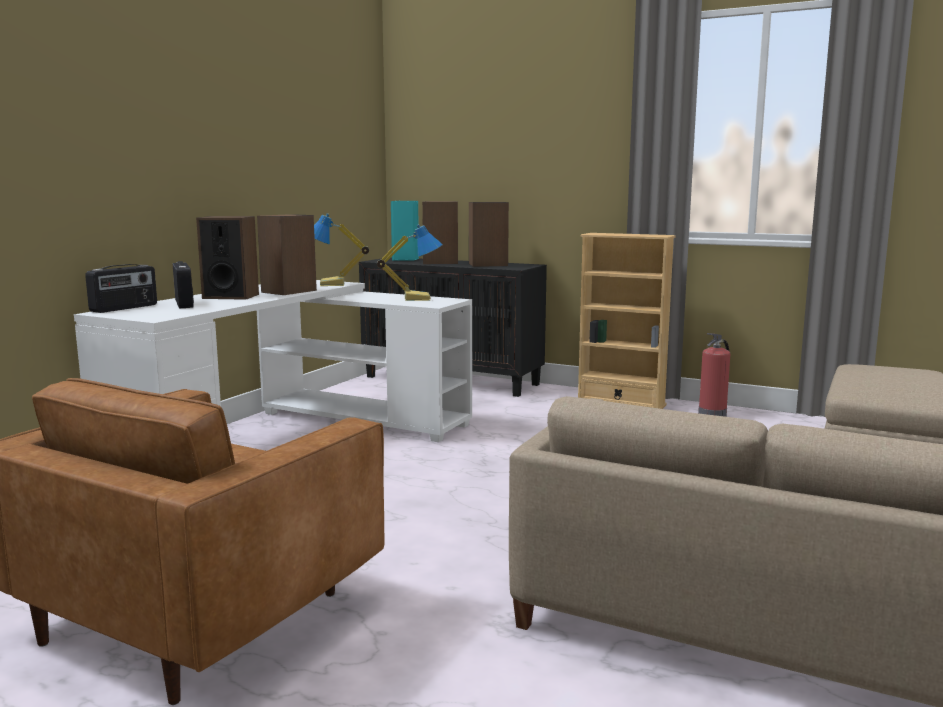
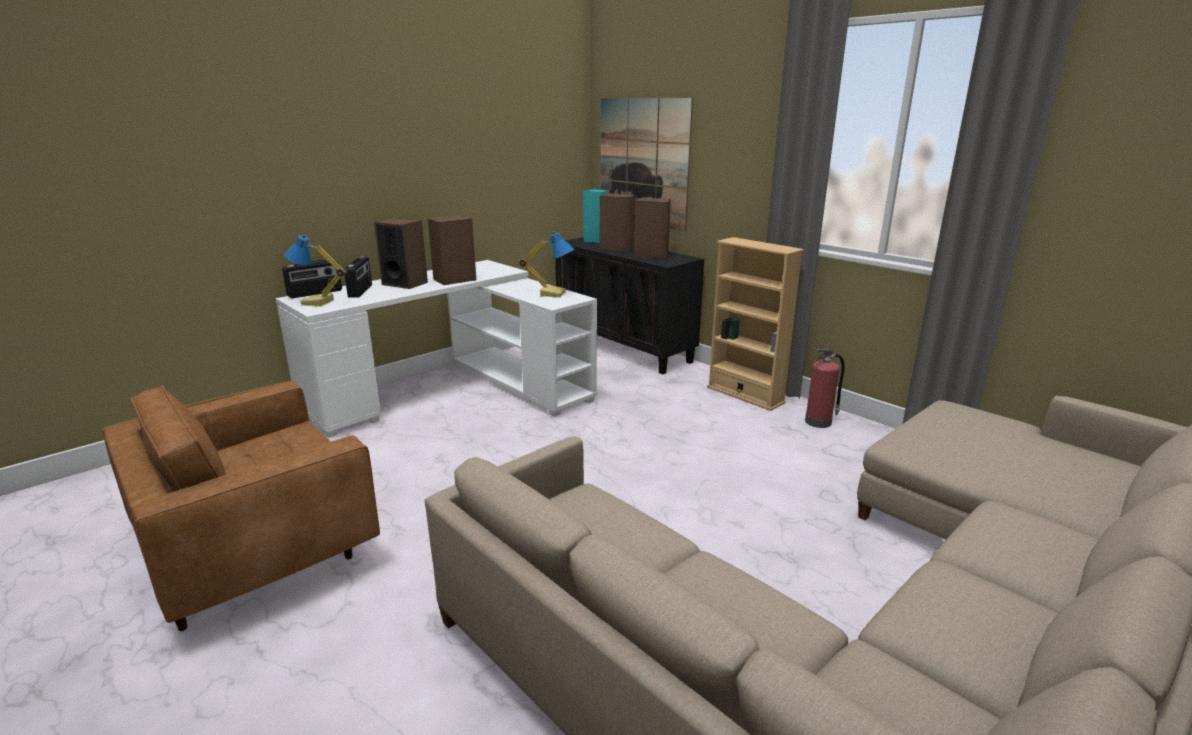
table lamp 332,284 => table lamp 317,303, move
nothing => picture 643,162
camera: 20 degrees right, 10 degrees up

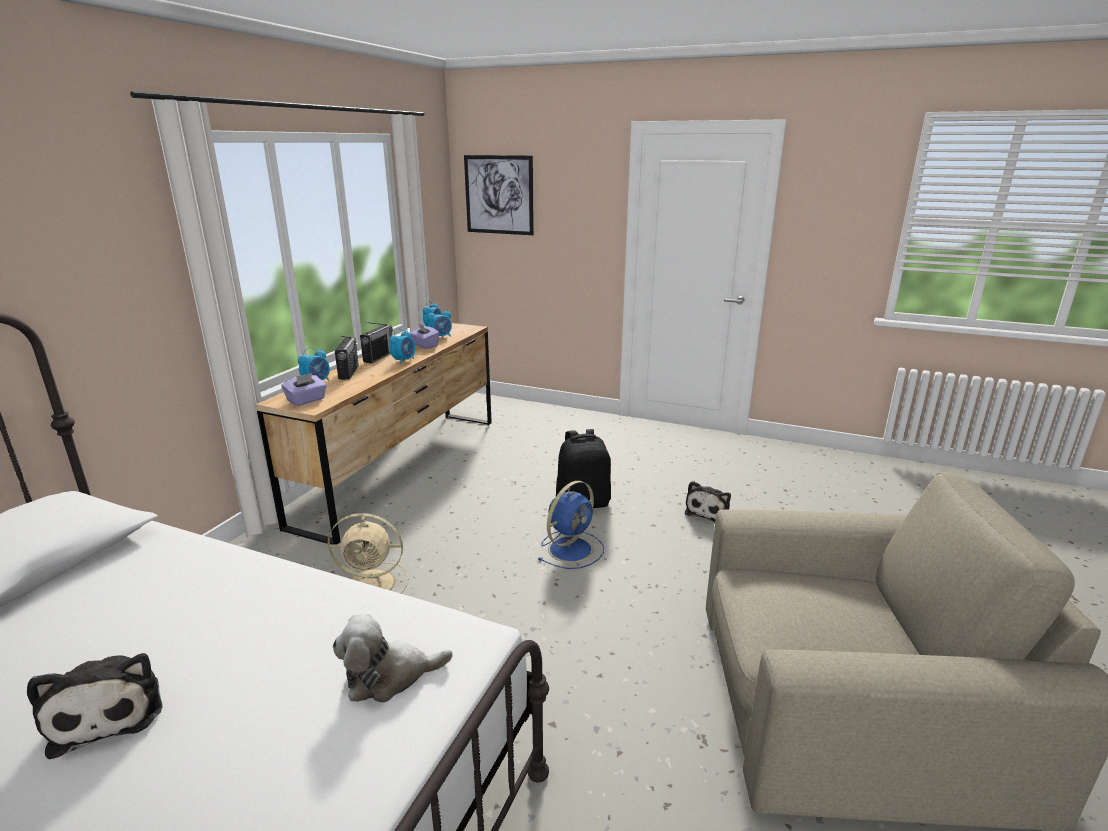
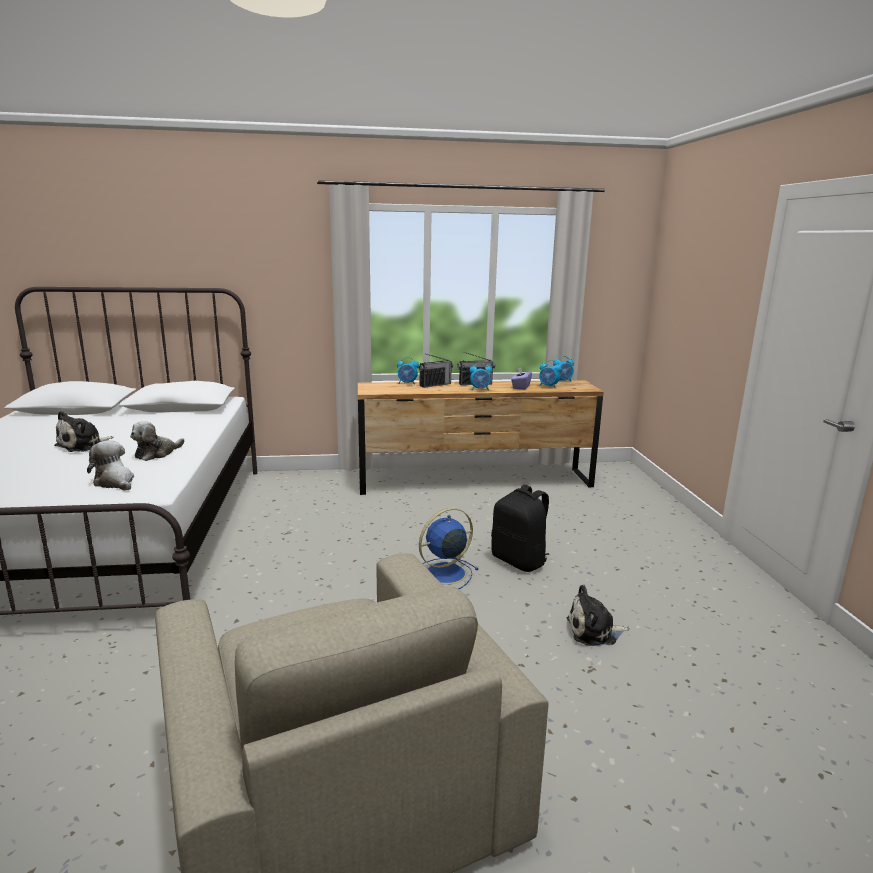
purple tissue box 306,400 => nothing
beige fan 373,584 => nothing
picture 499,195 => nothing
blue fan 571,548 => blue fan 443,574, 135 degrees clockwise
nothing => plush toy 157,453
camera: 60 degrees right, 5 degrees down

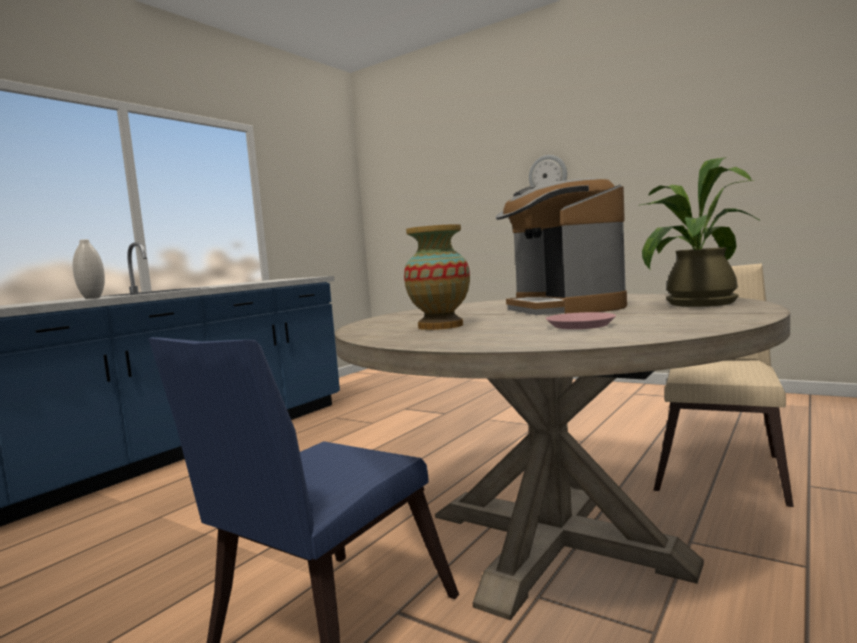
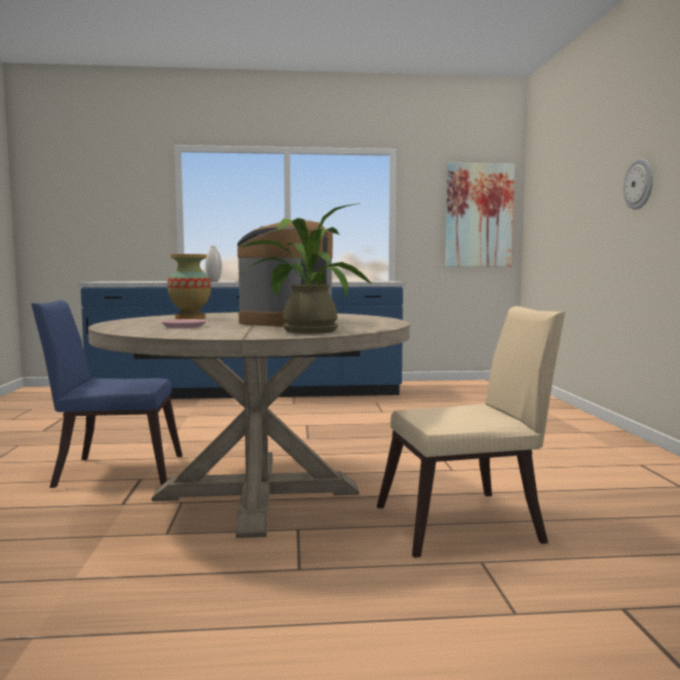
nothing => picture 479,215
camera: 50 degrees right, 0 degrees up

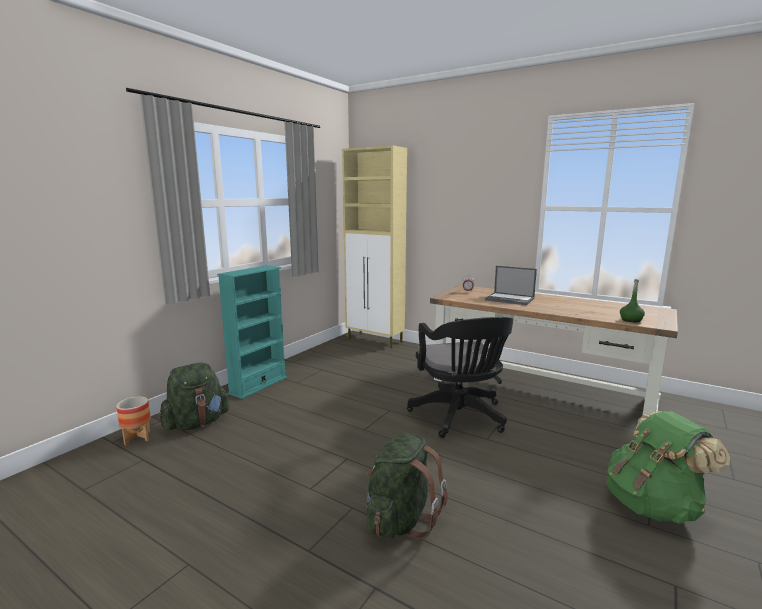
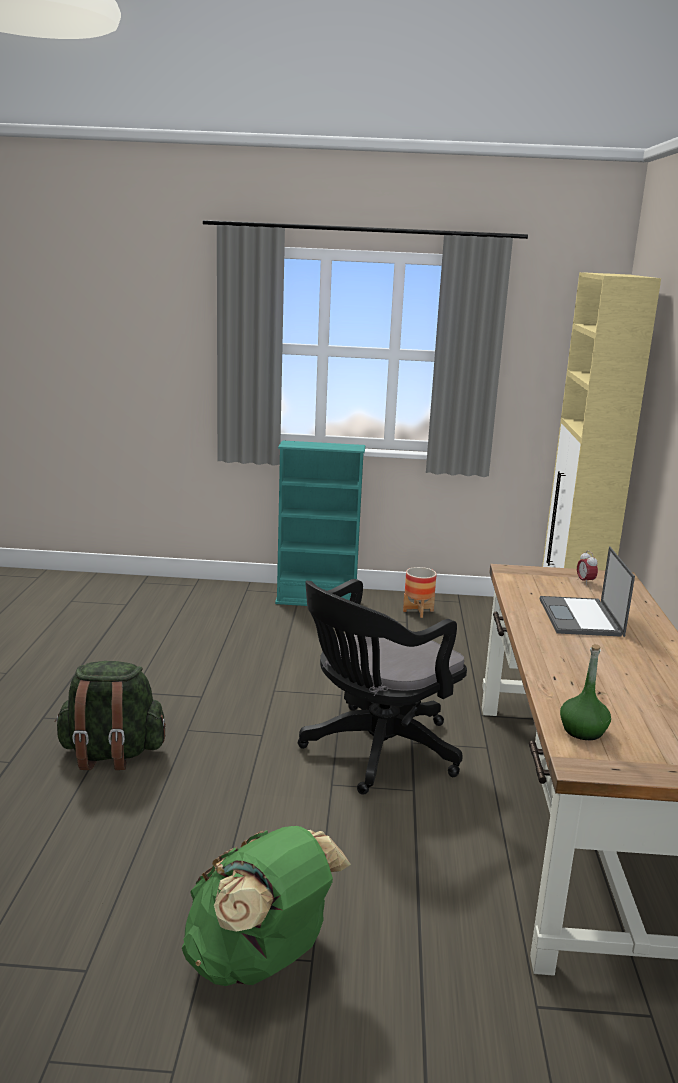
planter 137,437 => planter 418,611, move
green backpack 197,423 => nothing
camera: 60 degrees right, 5 degrees up

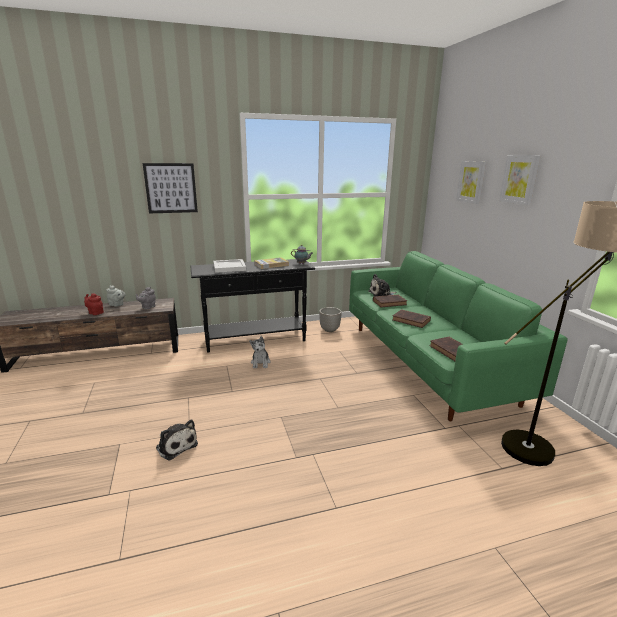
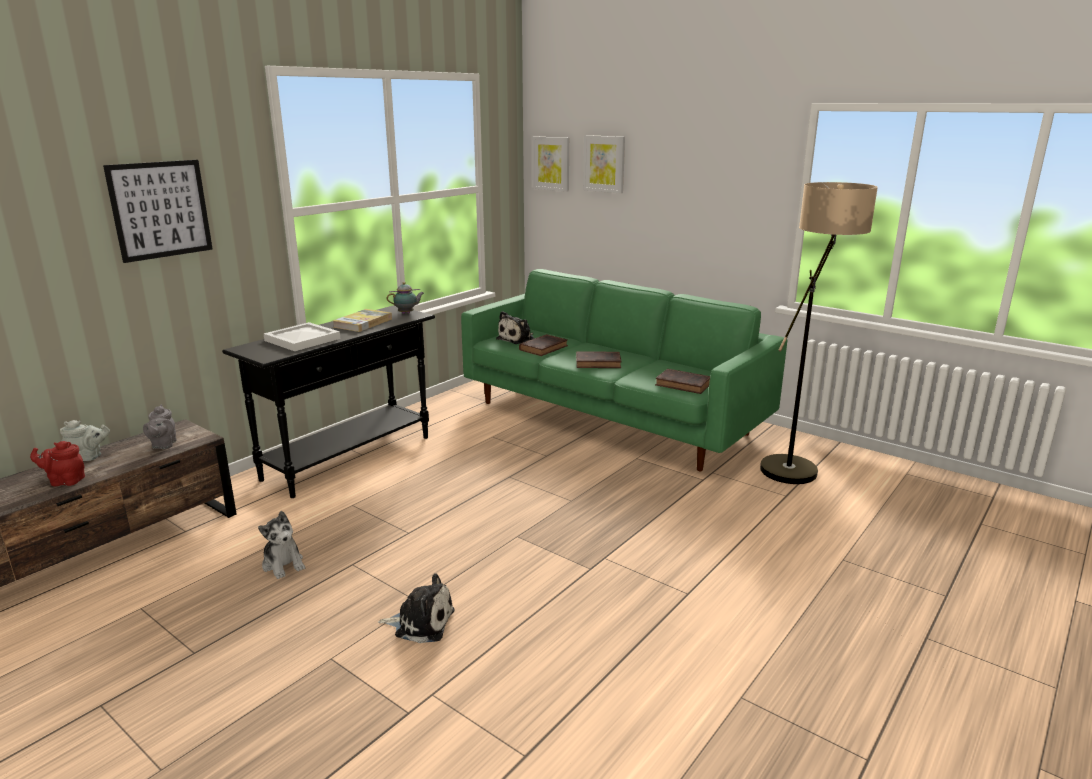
plush toy 260,363 => plush toy 283,564, move
planter 330,329 => nothing
picture 519,179 => picture 551,163, move
camera: 35 degrees left, 0 degrees up

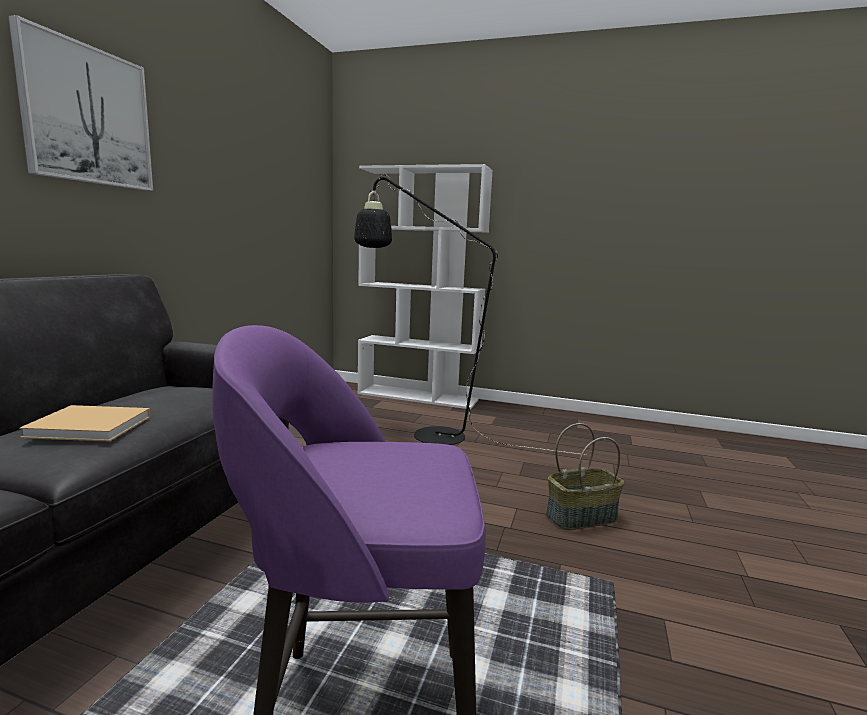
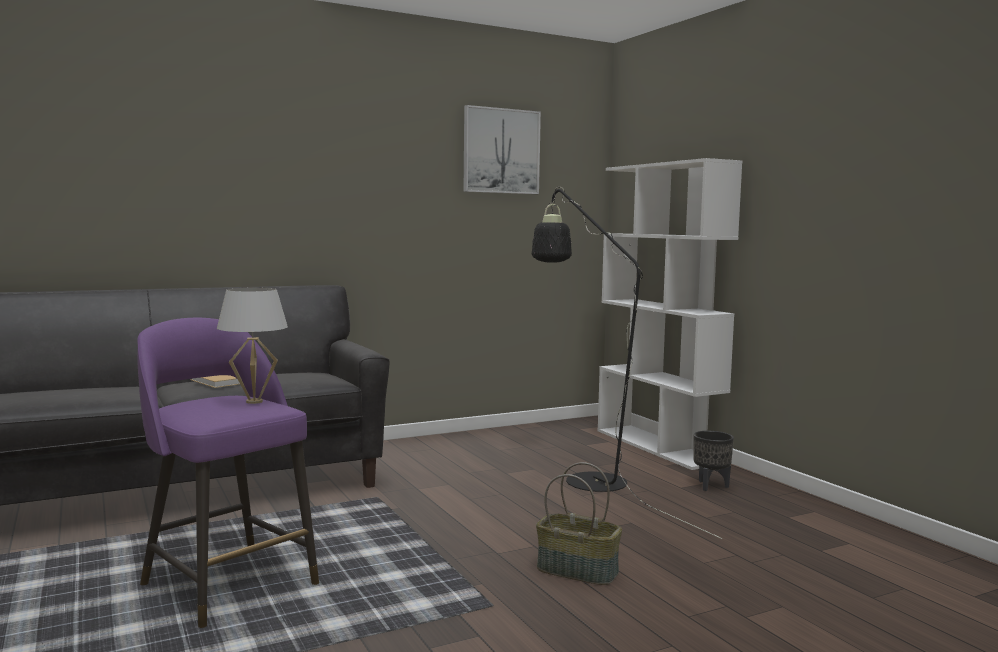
picture 87,116 => picture 501,151, move
nothing => white table lamp 254,402
nothing => black planter 711,486
camera: 45 degrees right, 5 degrees down

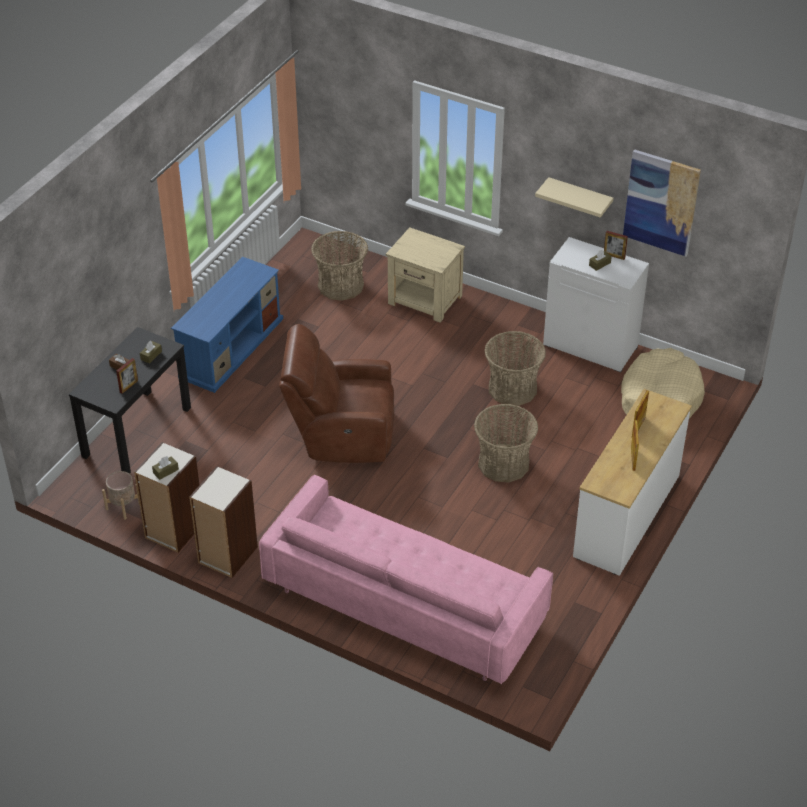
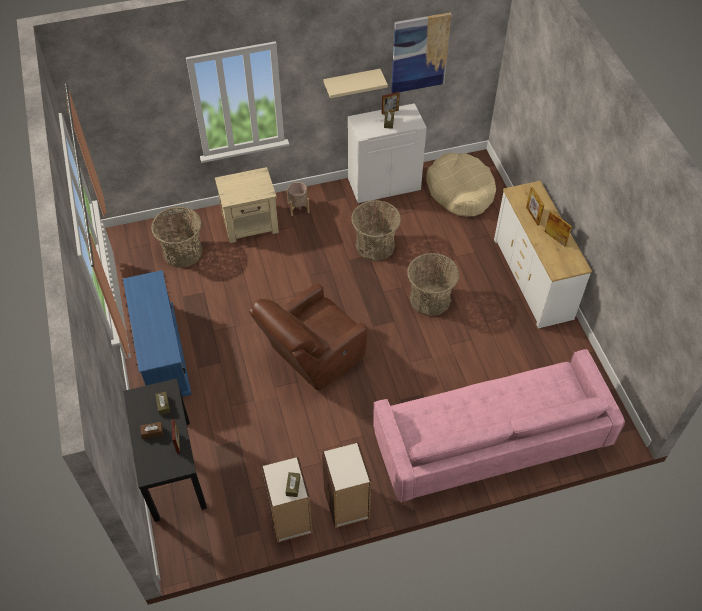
beige planter 123,506 => beige planter 298,208, move
camera: 45 degrees left, 10 degrees up

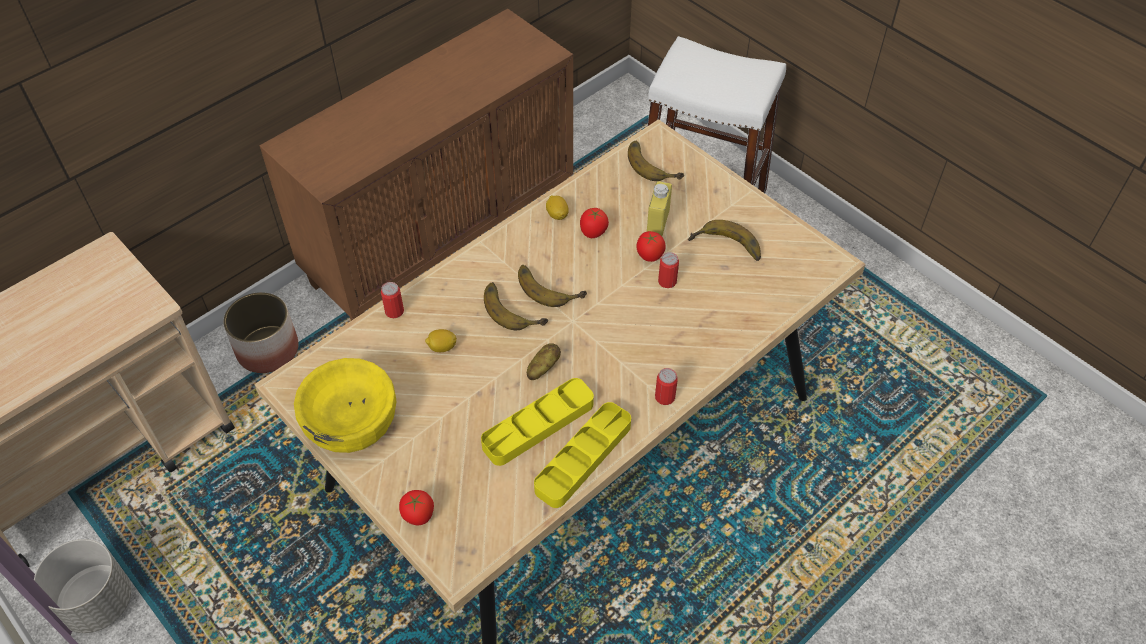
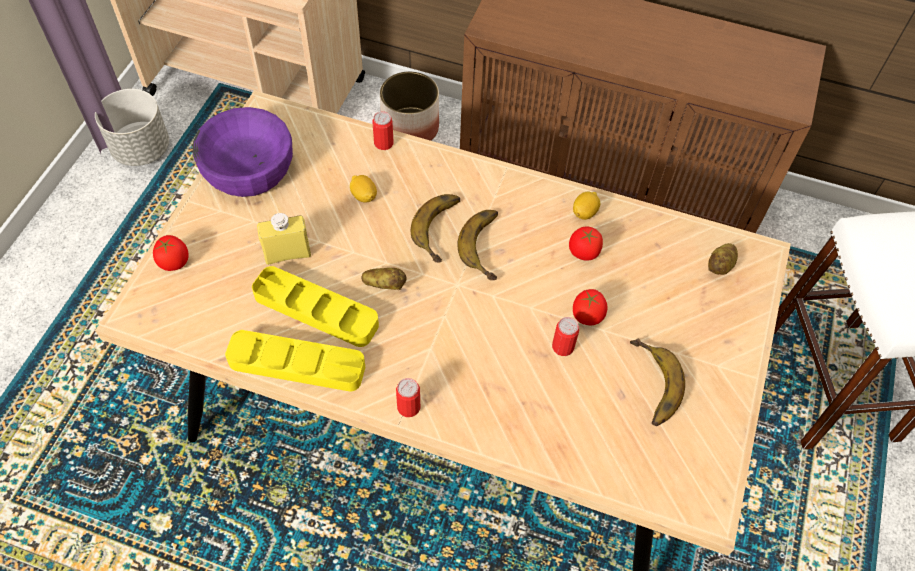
yellow bowl 351,421 => purple bowl 248,170
banana 654,163 => potato 720,266
yellow bottle 657,223 => yellow bottle 287,254, move
camera: 60 degrees right, 5 degrees up

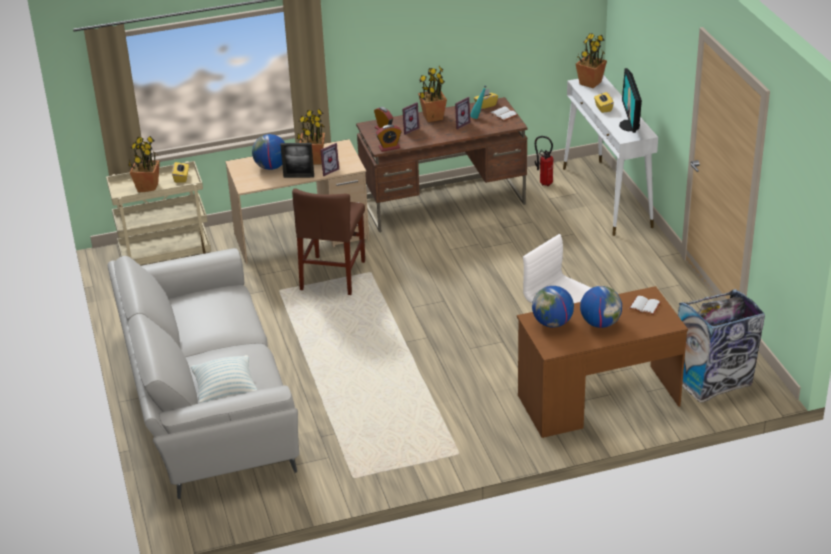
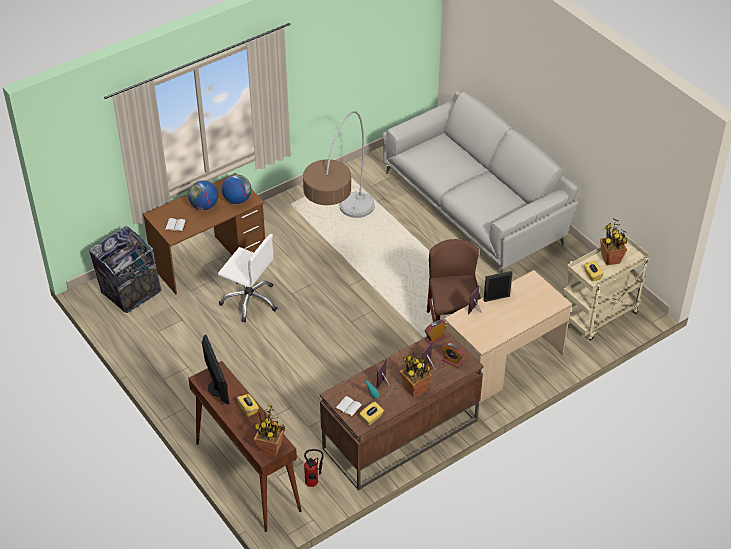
pillow 226,392 => nothing
globe 271,167 => nothing
potted plant 313,160 => nothing
white console table 607,197 => brown console table 247,476
nothing => floor lamp 341,238
camera: 160 degrees right, 10 degrees up

